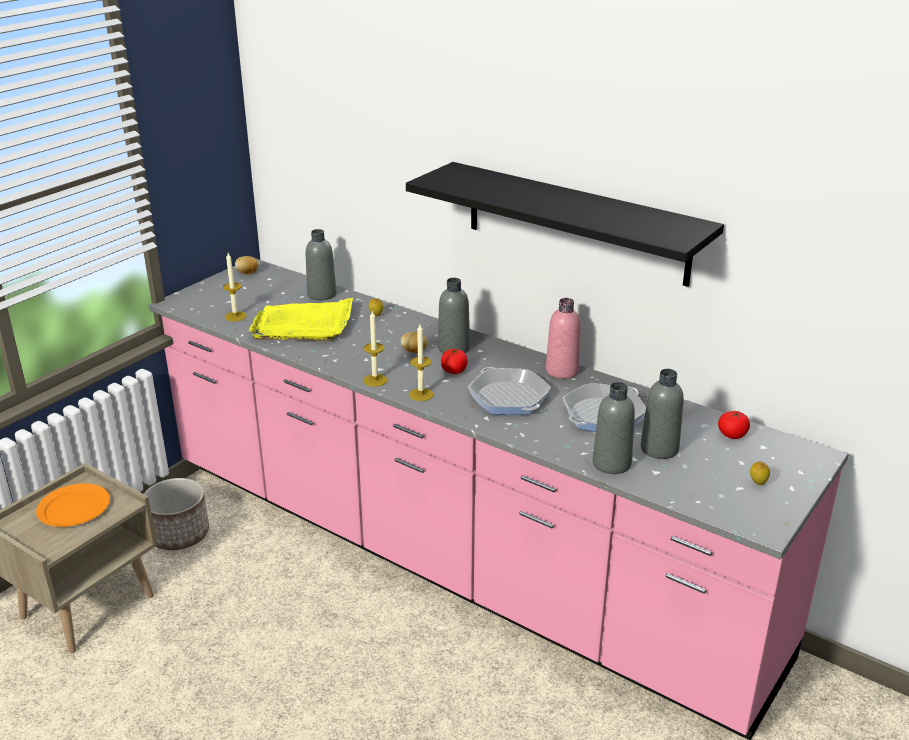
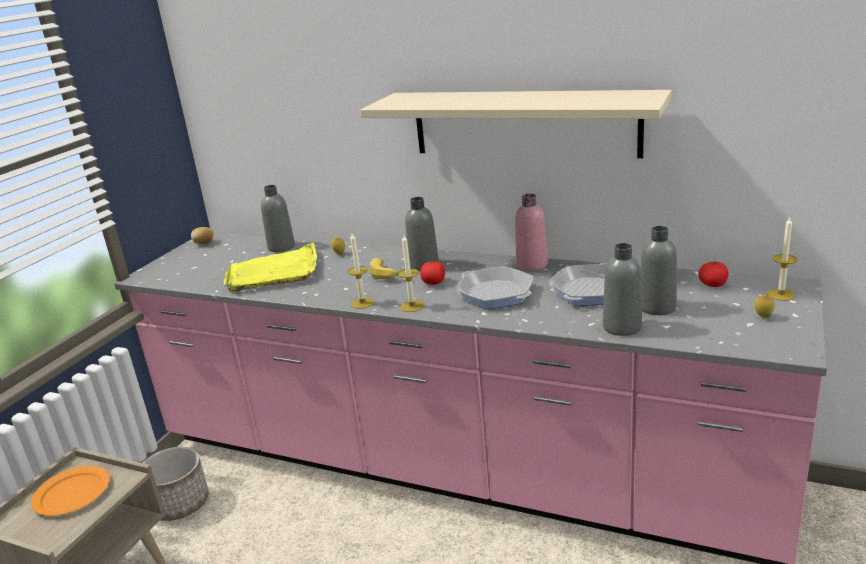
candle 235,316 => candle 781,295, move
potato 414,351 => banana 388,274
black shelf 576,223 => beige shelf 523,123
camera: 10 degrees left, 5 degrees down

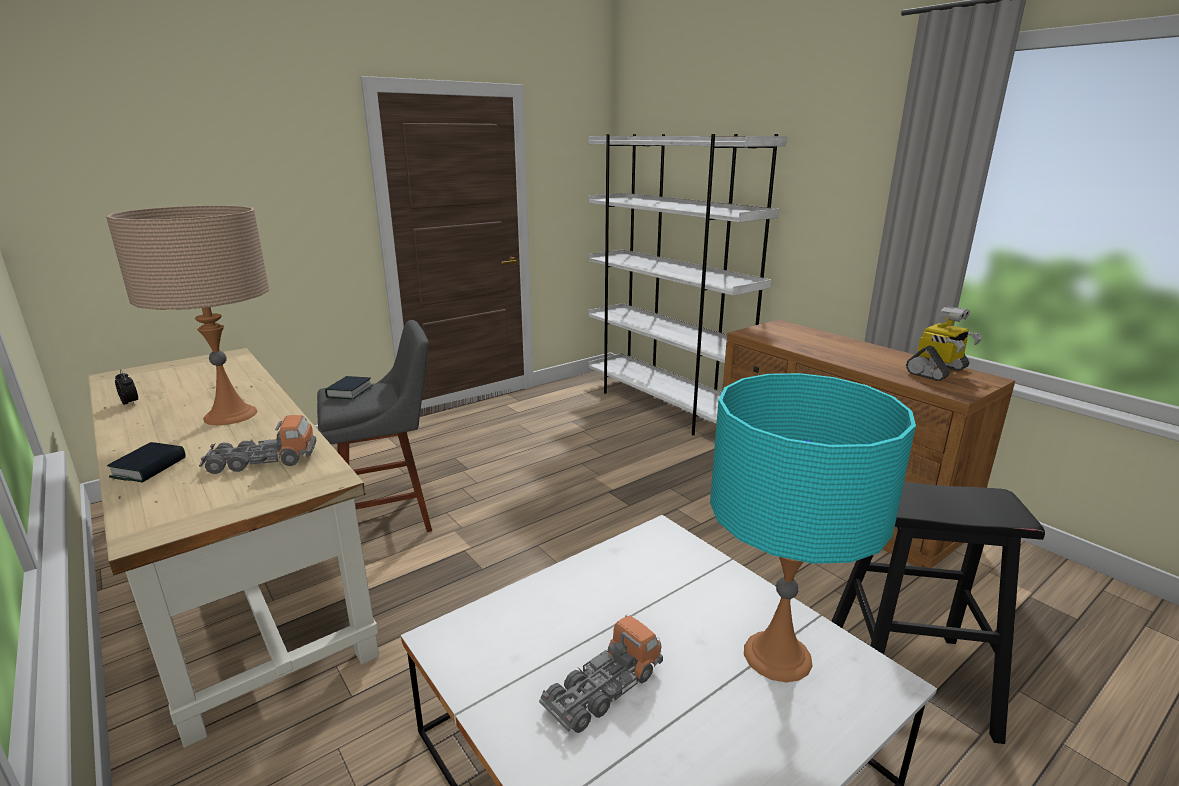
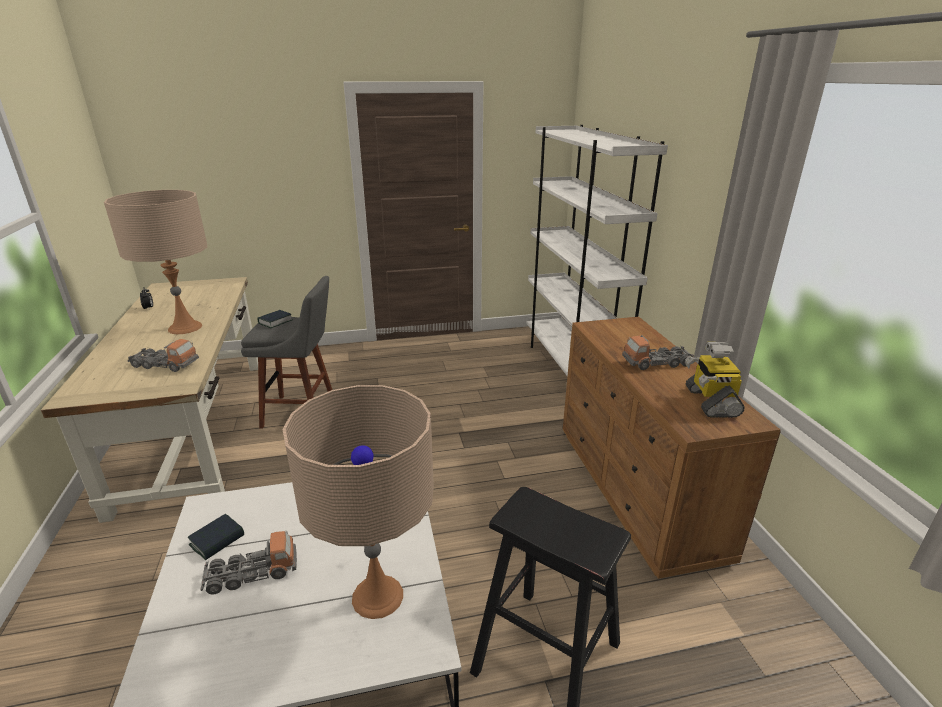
book 149,468 => book 217,540, move
turquoise table lamp 777,655 => beige table lamp 378,596
toy robot 937,371 => toy robot 710,401, 105 degrees clockwise
nothing => toy truck 657,363
camera: 25 degrees right, 5 degrees up

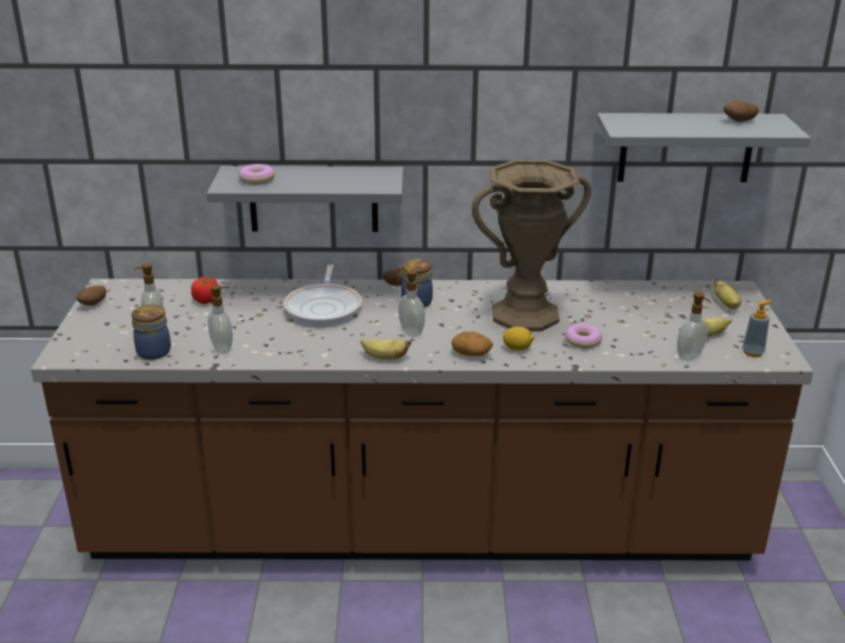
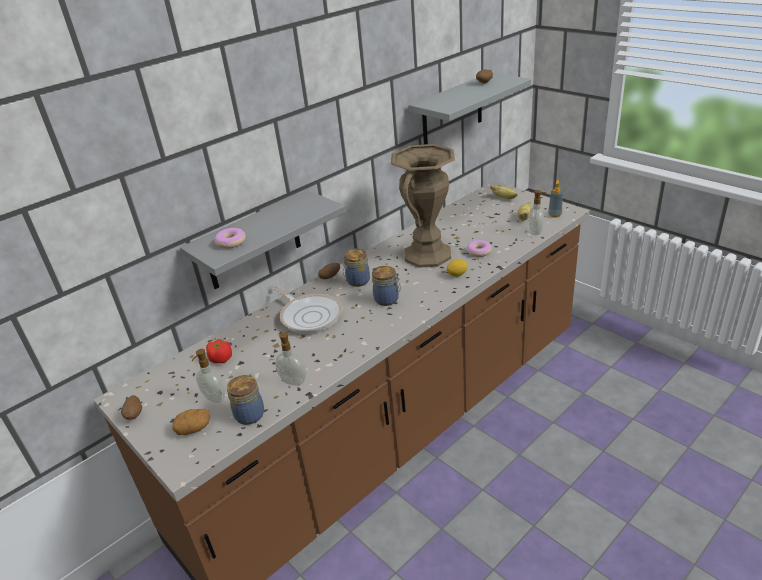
banana 384,358 => nothing
soap dispenser 410,332 => jar 387,300
potato 472,353 => potato 194,428, move
camera: 40 degrees left, 5 degrees up

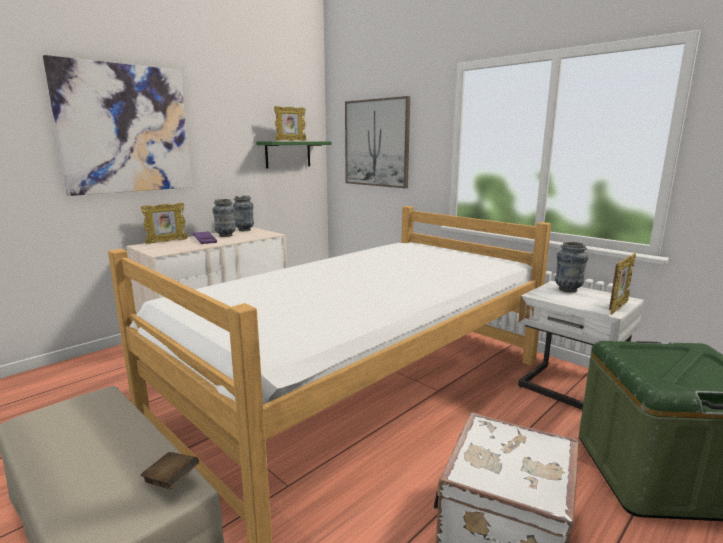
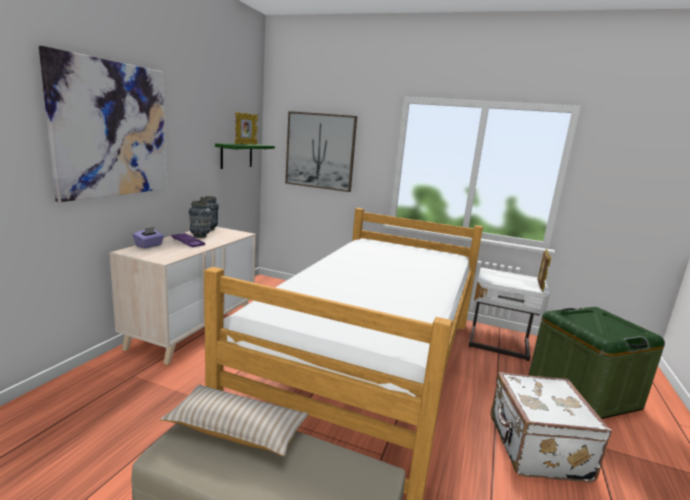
brown book 171,481 => nothing
picture frame 167,242 => purple tissue box 149,245
vase 568,289 => nothing
nothing => beige pillow 236,429
camera: 25 degrees left, 0 degrees up

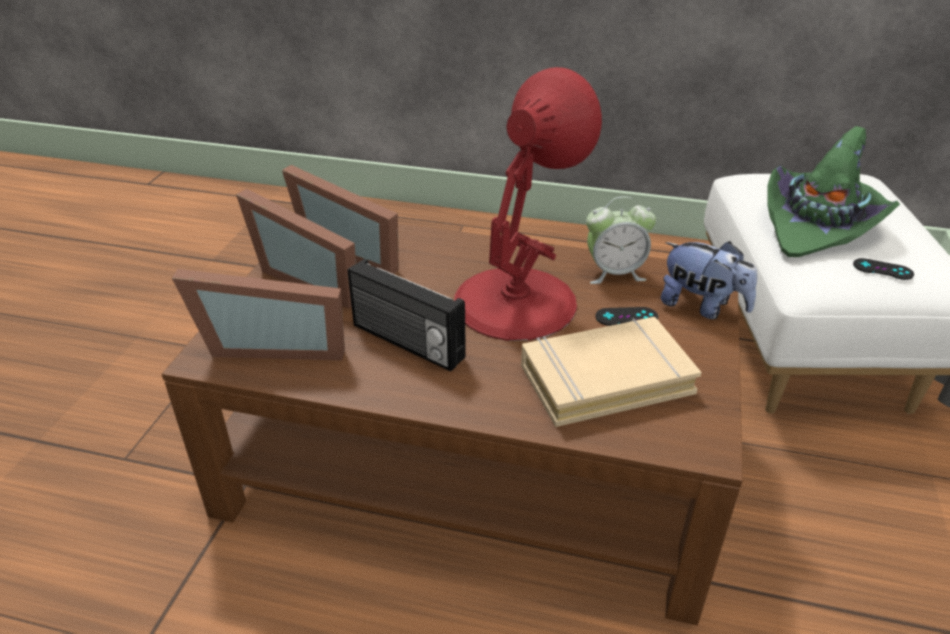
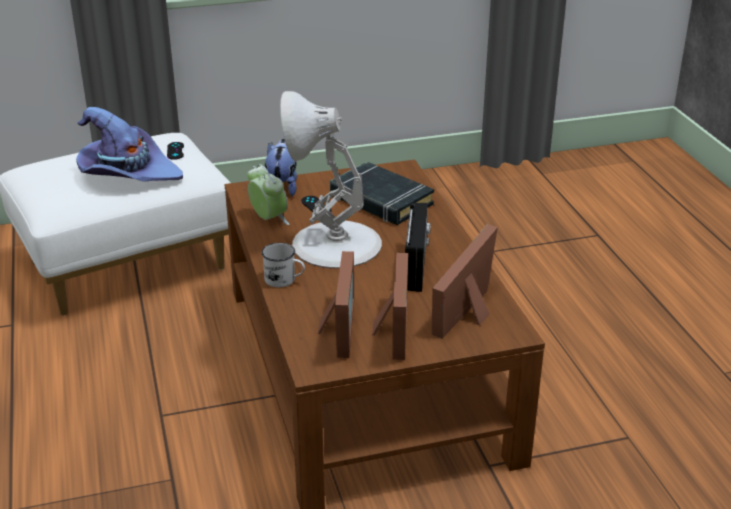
picture frame 275,344 => picture frame 472,312, 120 degrees counterclockwise
red table lamp 516,300 => white table lamp 334,244
beige book 605,378 => black book 380,200
green hat 819,225 => purple hat 127,173
nothing => white mug 284,280
camera: 120 degrees left, 5 degrees down

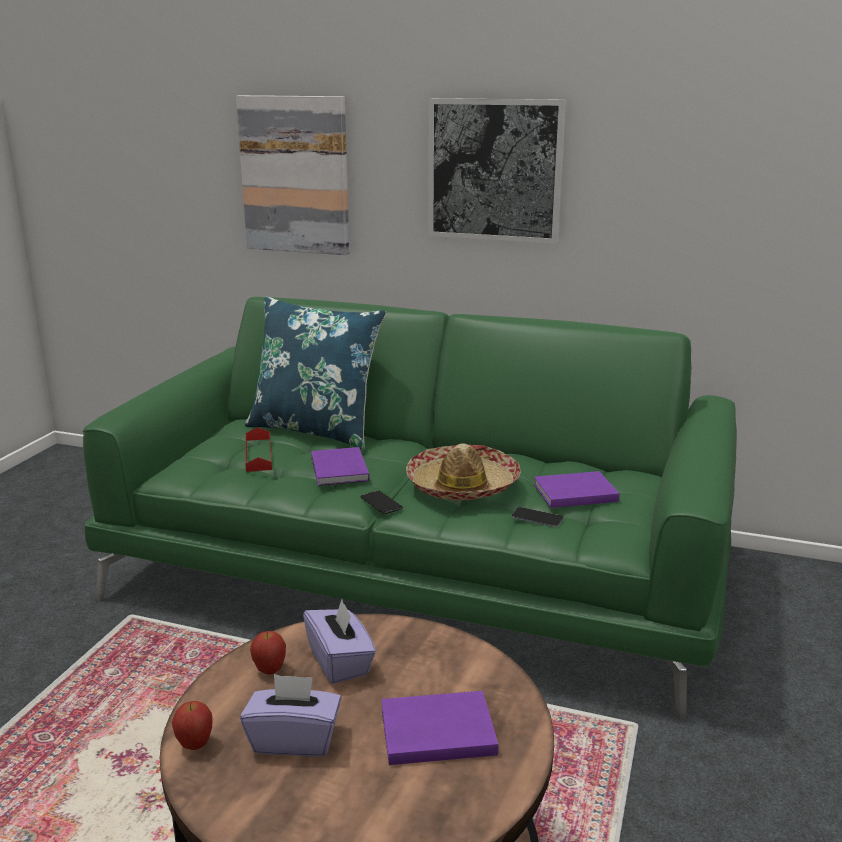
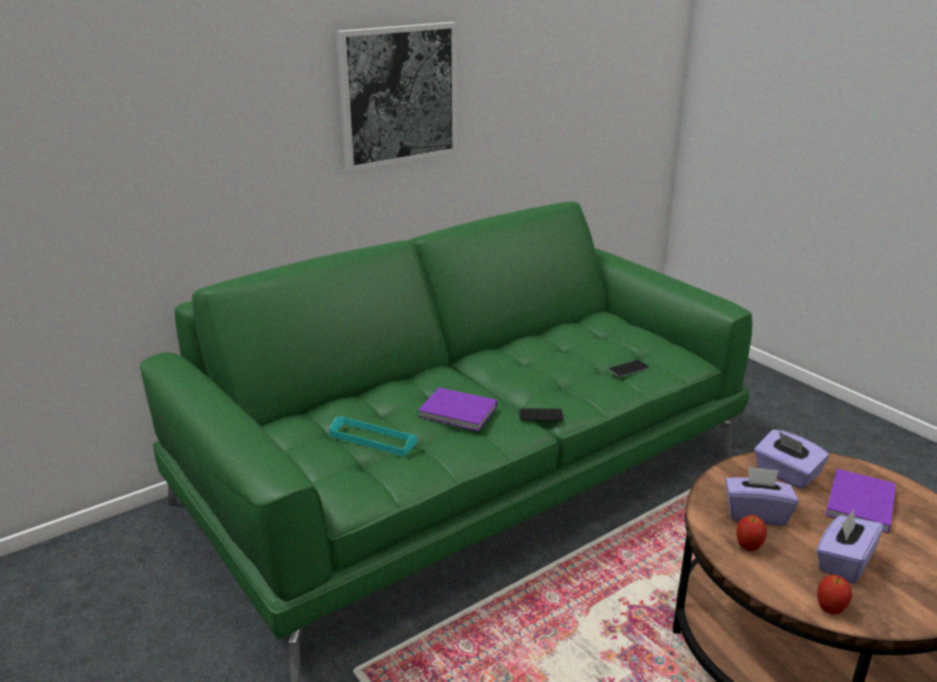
picture 295,175 => nothing
blue pillow 315,429 => nothing
red tray 258,454 => turquoise tray 373,439
hat 462,485 => nothing
purple book 573,492 => nothing
nothing => purple tissue box 786,474
camera: 55 degrees left, 5 degrees up

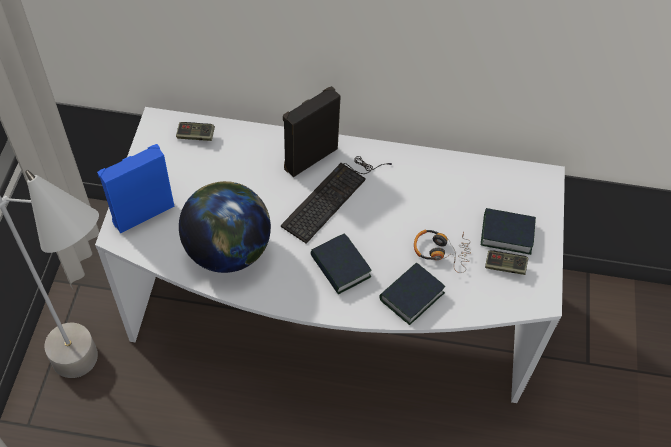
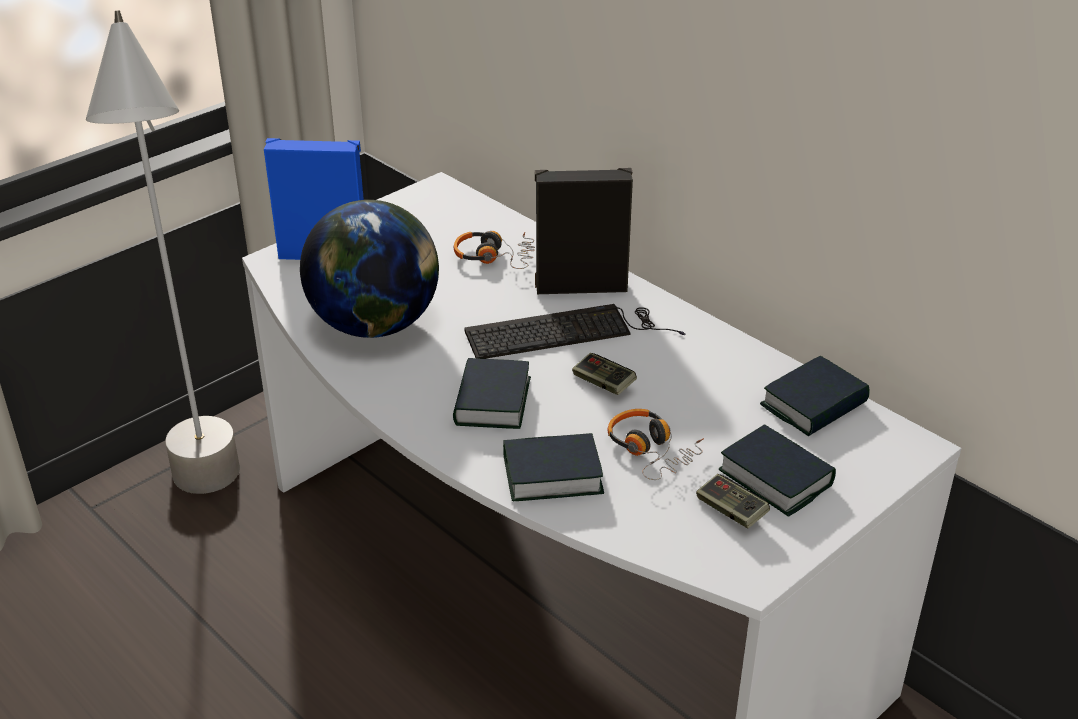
game controller 196,136 => game controller 603,383, move
nothing => headphones 494,257
nothing => book 814,405
camera: 40 degrees right, 20 degrees down

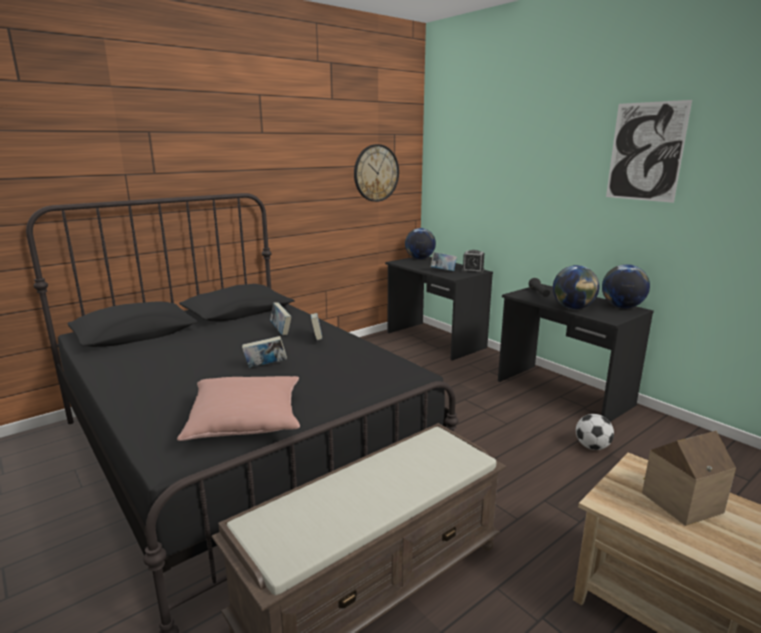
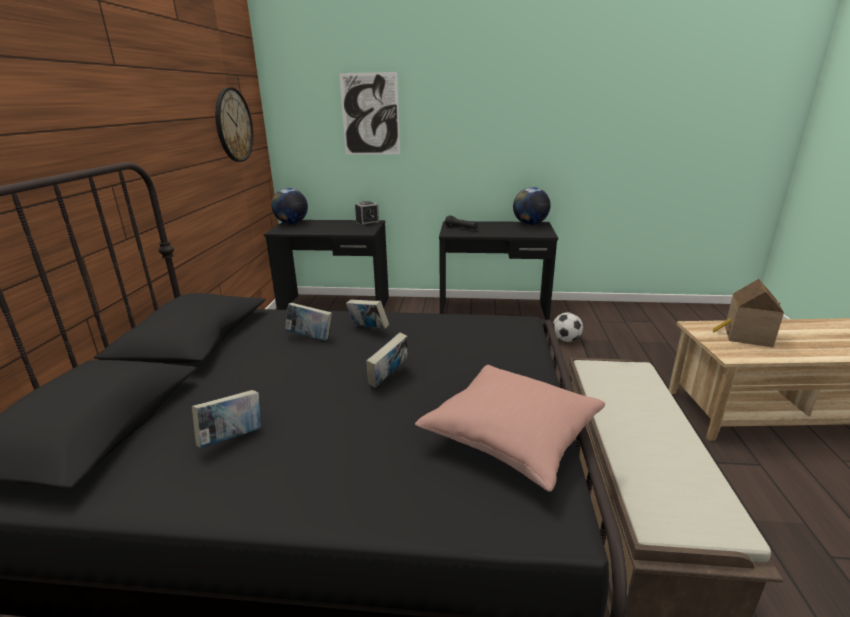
book 443,271 => book 232,438, move
globe 573,308 => nothing
picture 645,152 => picture 370,114, move
camera: 45 degrees left, 5 degrees up

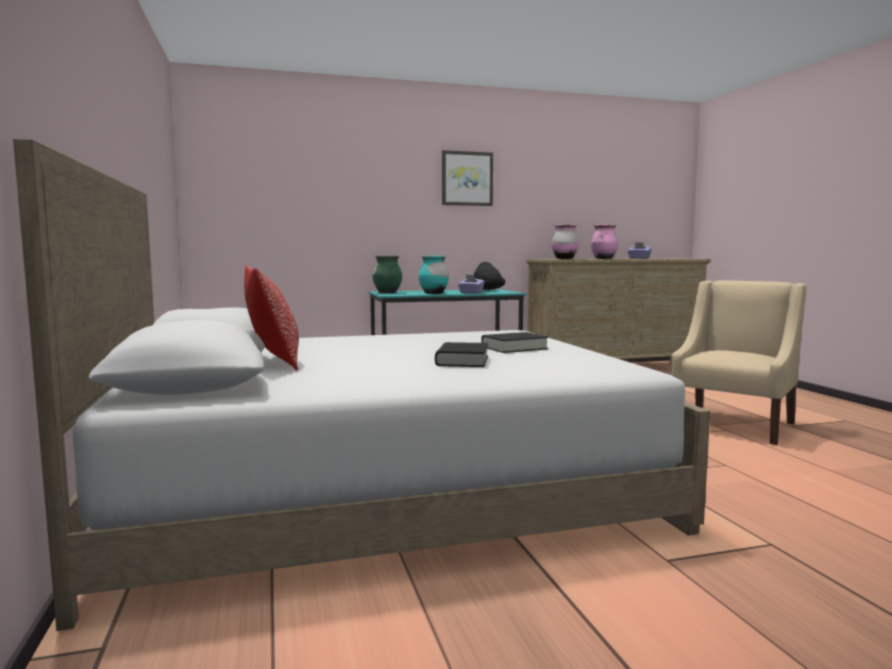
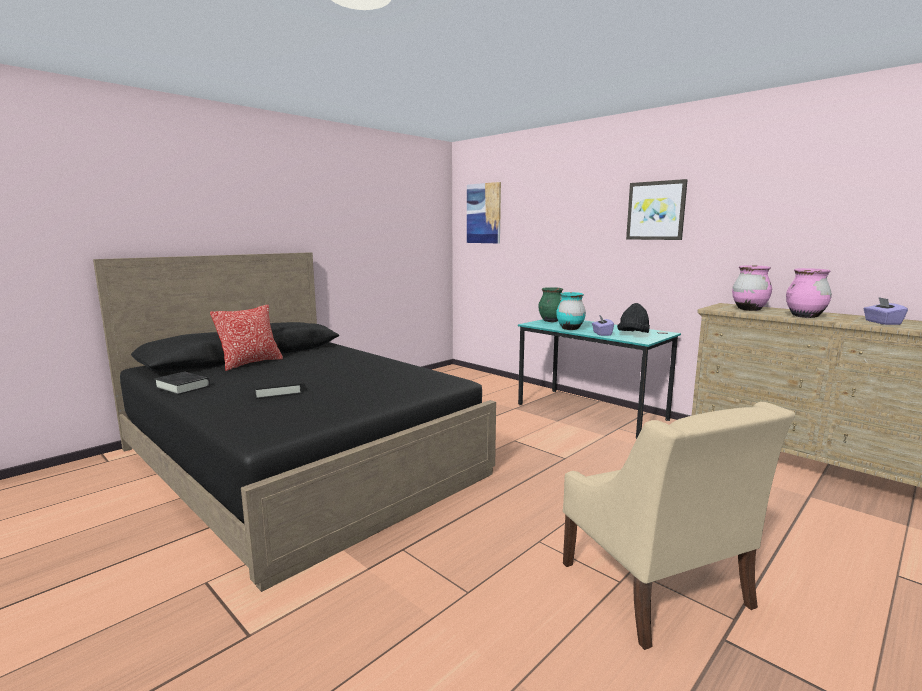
white bed 382,489 => black bed 299,460
black book 514,348 => black book 183,387, move
beige armchair 734,424 => beige armchair 655,585, 60 degrees clockwise
nothing => picture 483,213
camera: 60 degrees right, 5 degrees up

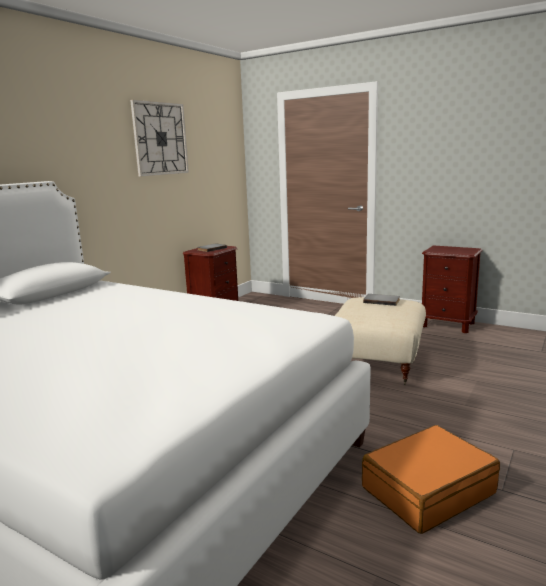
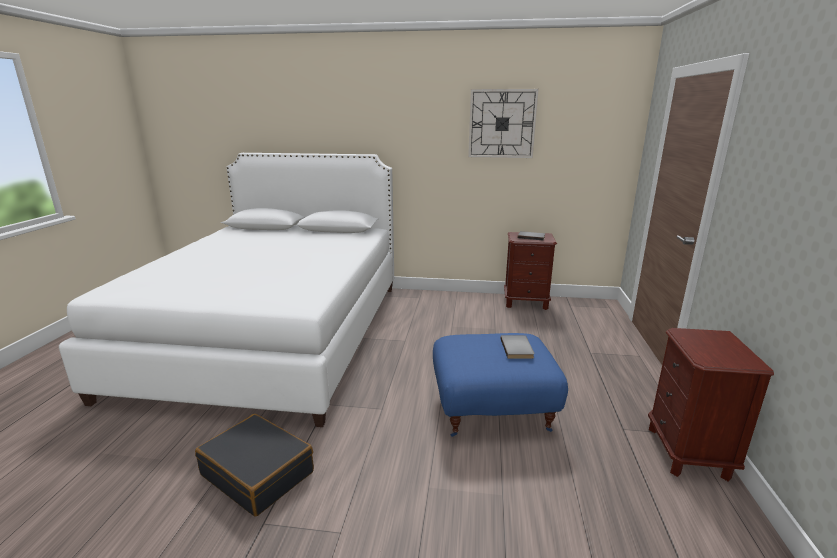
beige ottoman 377,363 => blue ottoman 492,410
orange suitcase 427,490 => black suitcase 258,473
camera: 65 degrees right, 5 degrees up

